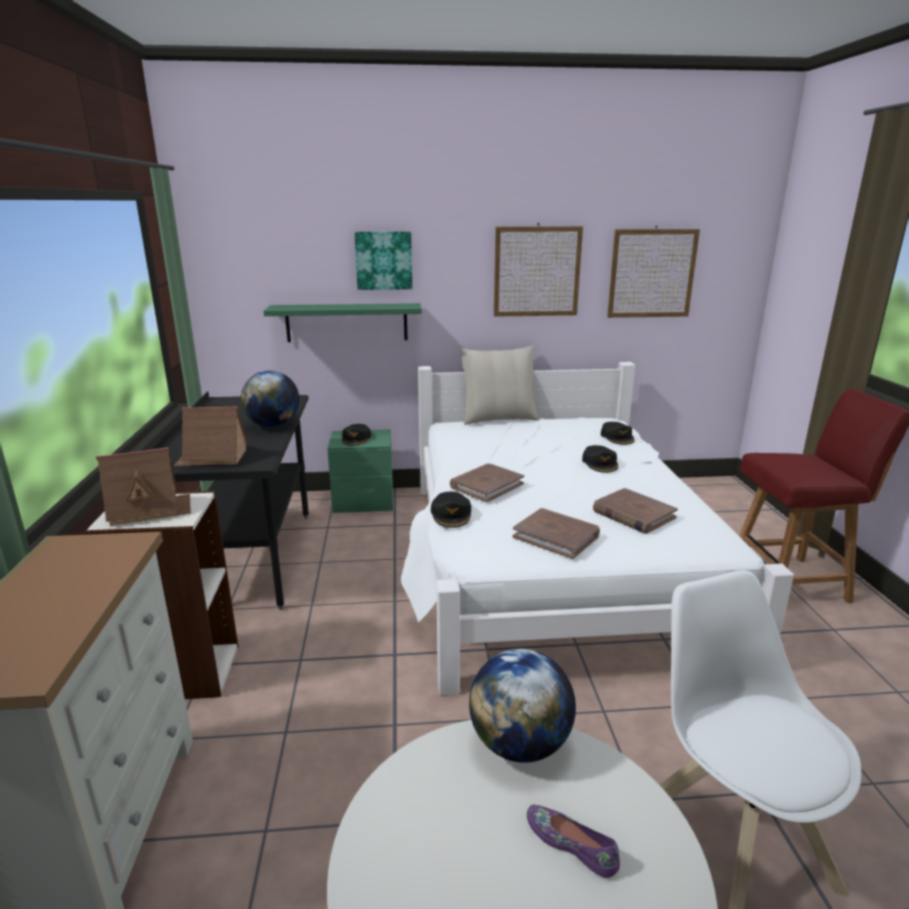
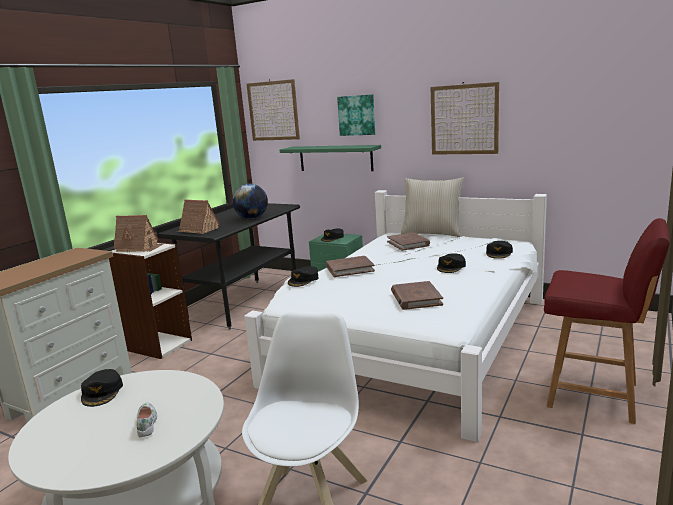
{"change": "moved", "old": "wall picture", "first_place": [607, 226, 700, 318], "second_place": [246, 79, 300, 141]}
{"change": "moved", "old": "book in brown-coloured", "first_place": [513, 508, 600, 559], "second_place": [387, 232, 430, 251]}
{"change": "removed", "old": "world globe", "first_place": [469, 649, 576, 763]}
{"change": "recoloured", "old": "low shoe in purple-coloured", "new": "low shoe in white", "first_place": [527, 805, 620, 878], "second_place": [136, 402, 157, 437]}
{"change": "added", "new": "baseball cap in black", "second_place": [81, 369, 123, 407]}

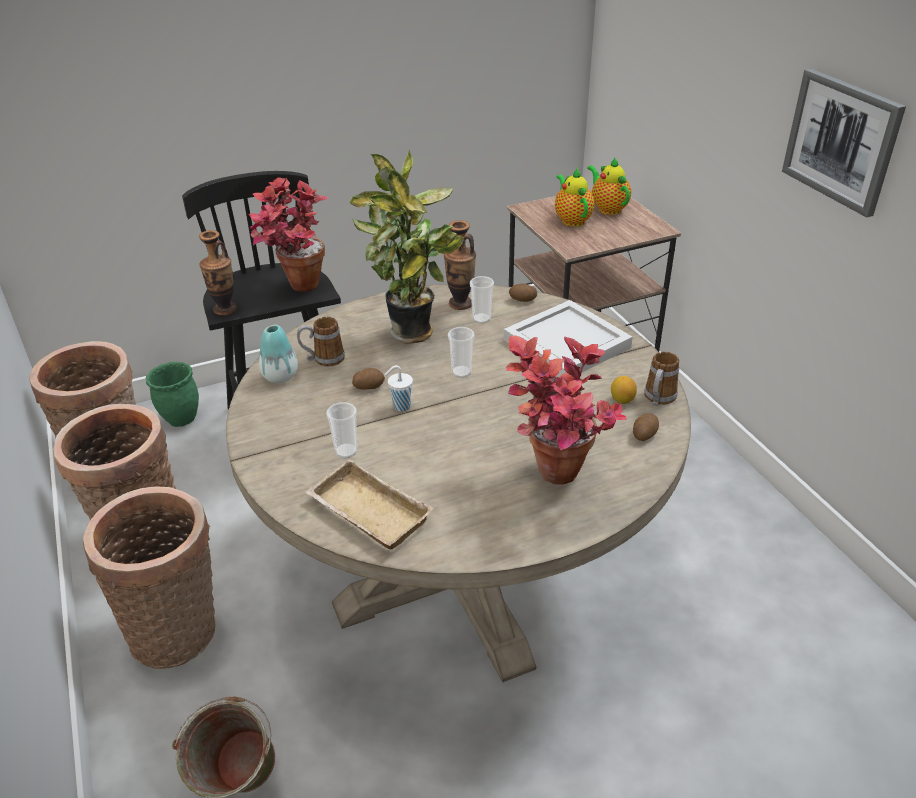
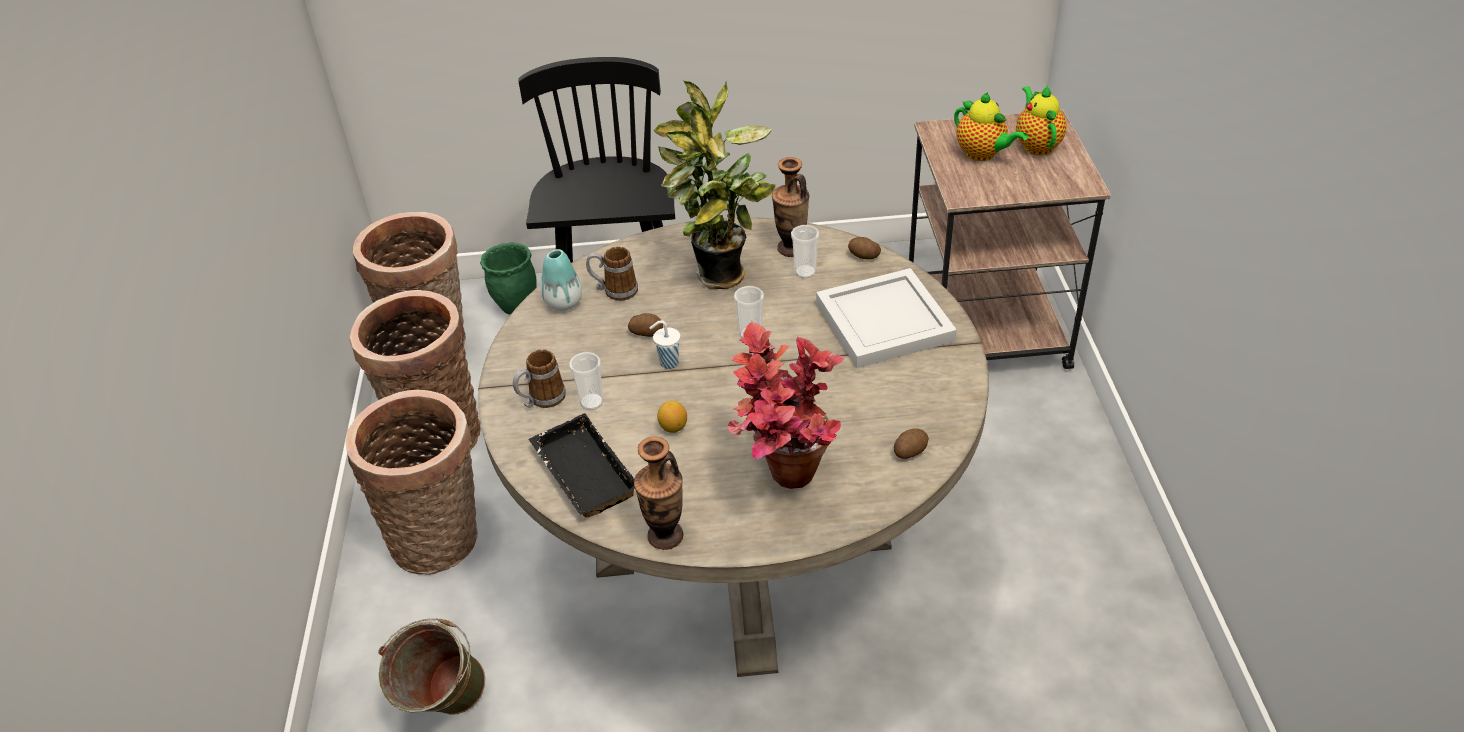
{"change": "removed", "old": "wall picture", "first_place": [782, 69, 906, 217]}
{"change": "turned", "old": "pot for tea", "first_place": [555, 168, 594, 227], "second_place": [954, 92, 1028, 161], "degrees": 135}
{"change": "removed", "old": "houseplant", "first_place": [249, 177, 328, 292]}
{"change": "moved", "old": "vase", "first_place": [199, 230, 237, 315], "second_place": [634, 436, 684, 550]}
{"change": "moved", "old": "mug", "first_place": [644, 351, 679, 406], "second_place": [513, 349, 566, 408]}
{"change": "moved", "old": "whole lemon", "first_place": [611, 376, 637, 404], "second_place": [657, 401, 687, 433]}
{"change": "recoloured", "old": "serving tray in beige-coloured", "new": "serving tray in black", "first_place": [305, 459, 434, 550], "second_place": [529, 413, 635, 518]}

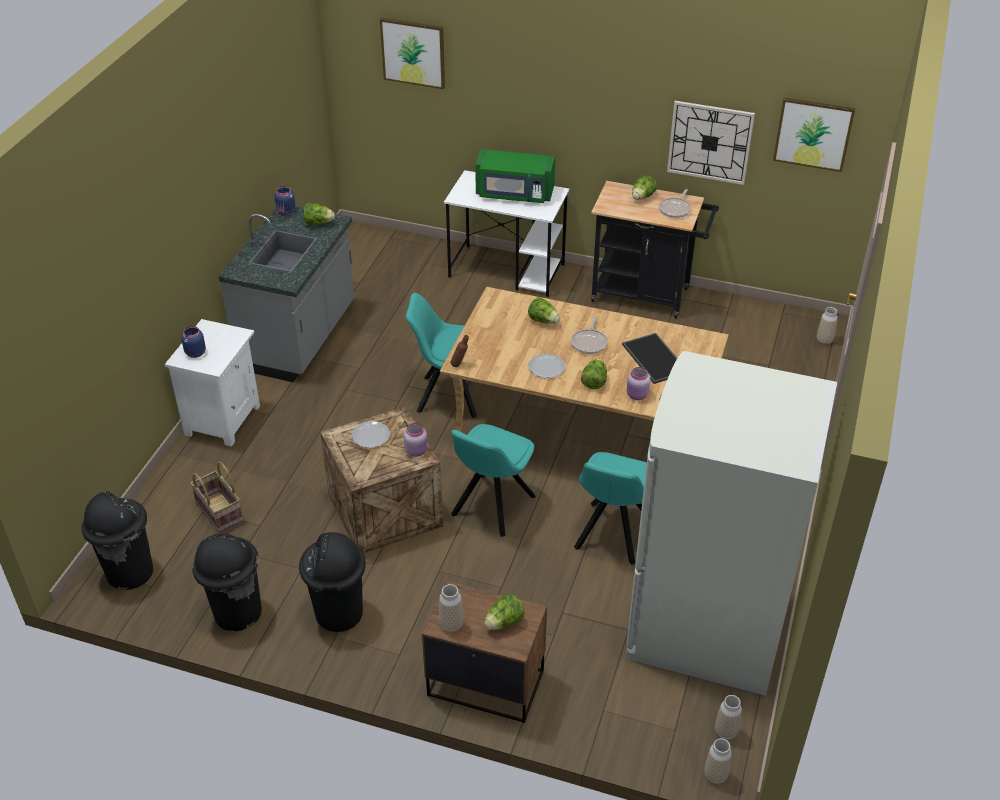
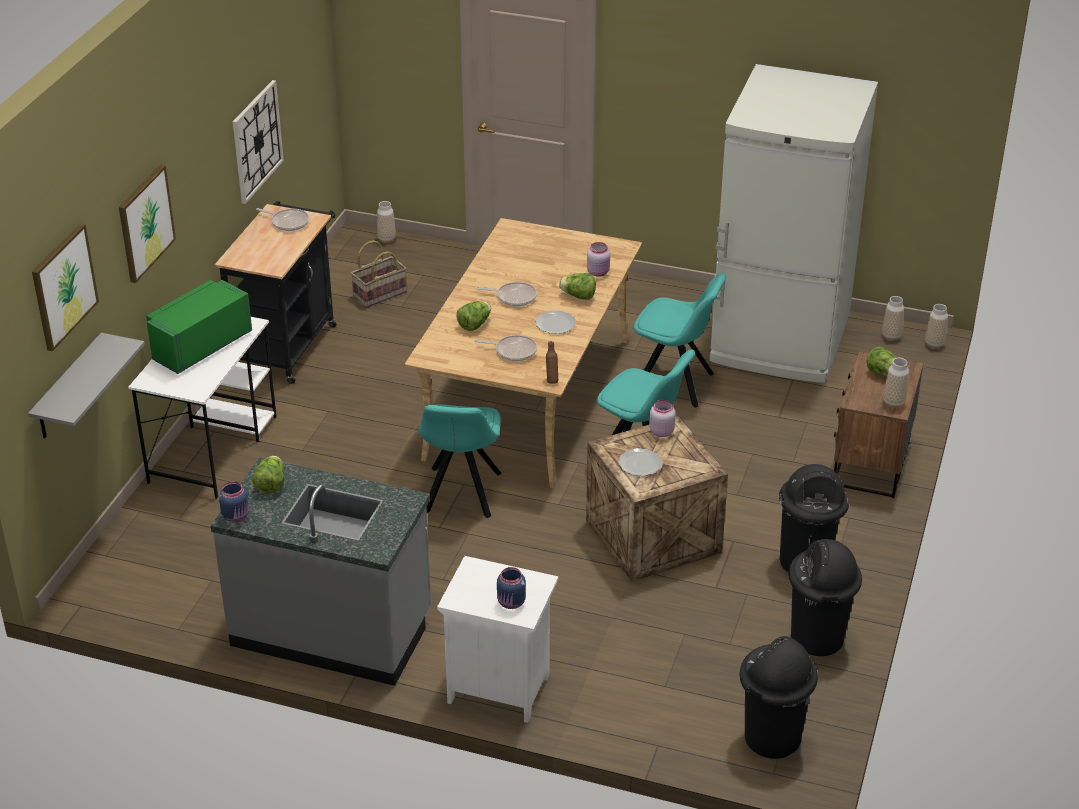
{"change": "moved", "old": "wall picture", "first_place": [773, 97, 856, 172], "second_place": [119, 165, 176, 283]}
{"change": "turned", "old": "kitchen microwave in green", "first_place": [475, 149, 555, 203], "second_place": [146, 280, 252, 374], "degrees": -150}
{"change": "removed", "old": "head of lettuce", "first_place": [632, 175, 657, 200]}
{"change": "removed", "old": "serving tray", "first_place": [622, 333, 677, 384]}
{"change": "moved", "old": "household basket", "first_place": [190, 462, 243, 532], "second_place": [351, 240, 407, 308]}
{"change": "added", "new": "wall shelf in grey", "second_place": [28, 333, 145, 438]}
{"change": "added", "new": "skillet", "second_place": [474, 335, 537, 361]}

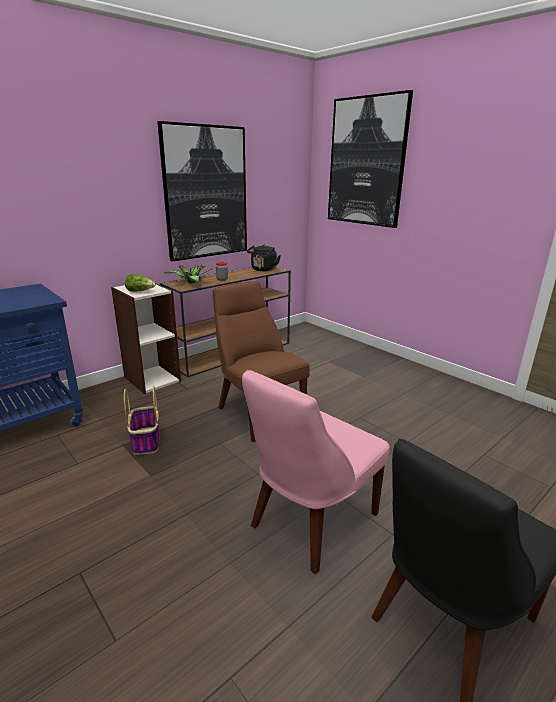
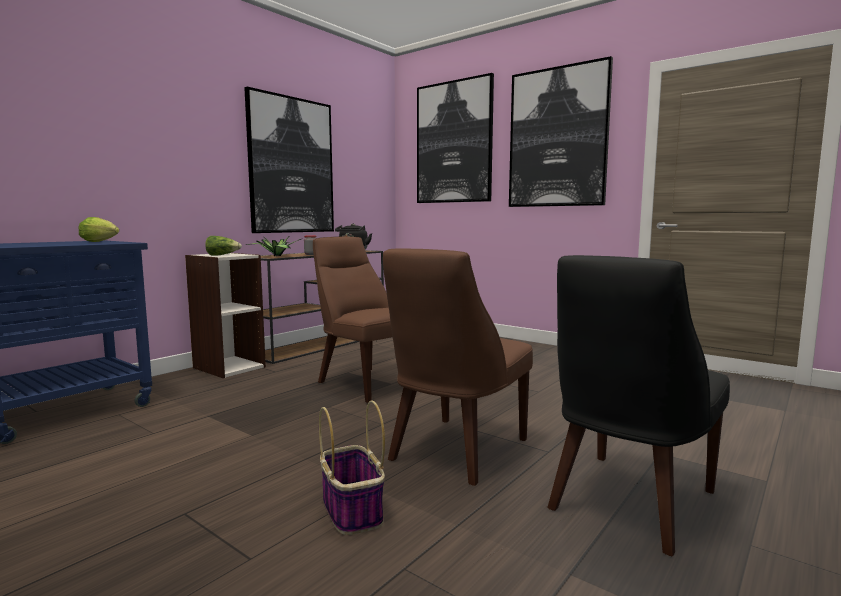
{"change": "recoloured", "old": "upright chair in pink-coloured", "new": "upright chair in brown-coloured", "first_place": [242, 370, 390, 574], "second_place": [383, 248, 533, 486]}
{"change": "moved", "old": "household basket", "first_place": [124, 386, 159, 455], "second_place": [319, 400, 385, 535]}
{"change": "added", "new": "wall picture", "second_place": [509, 56, 613, 207]}
{"change": "added", "new": "head of lettuce", "second_place": [79, 217, 119, 242]}

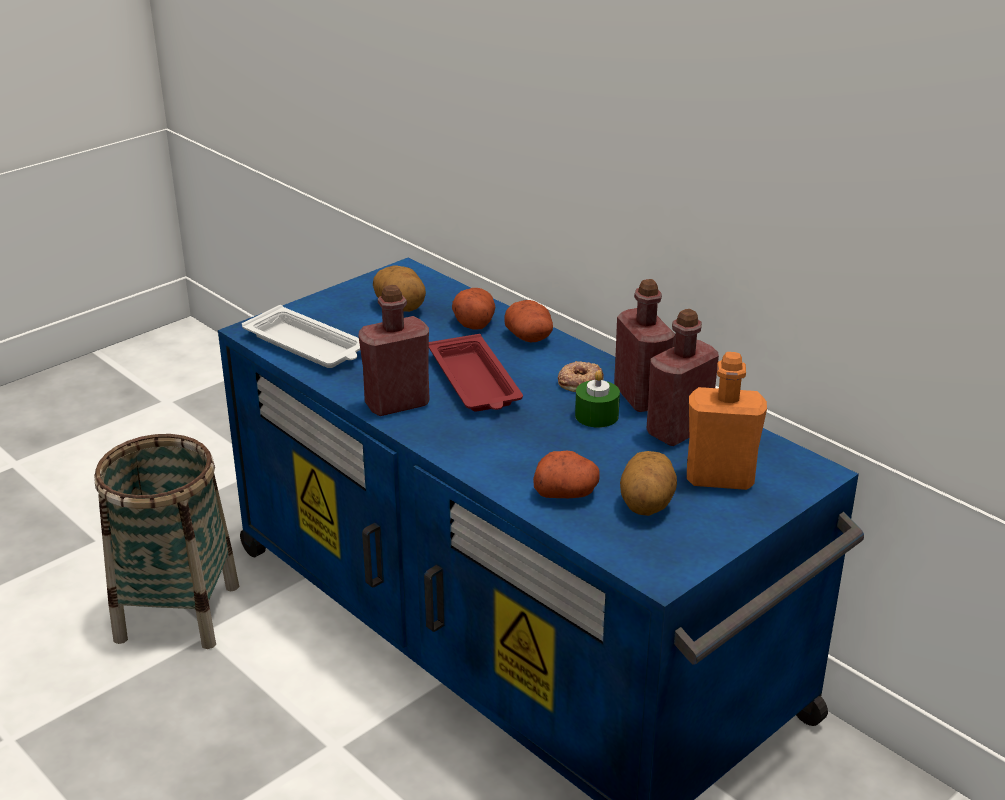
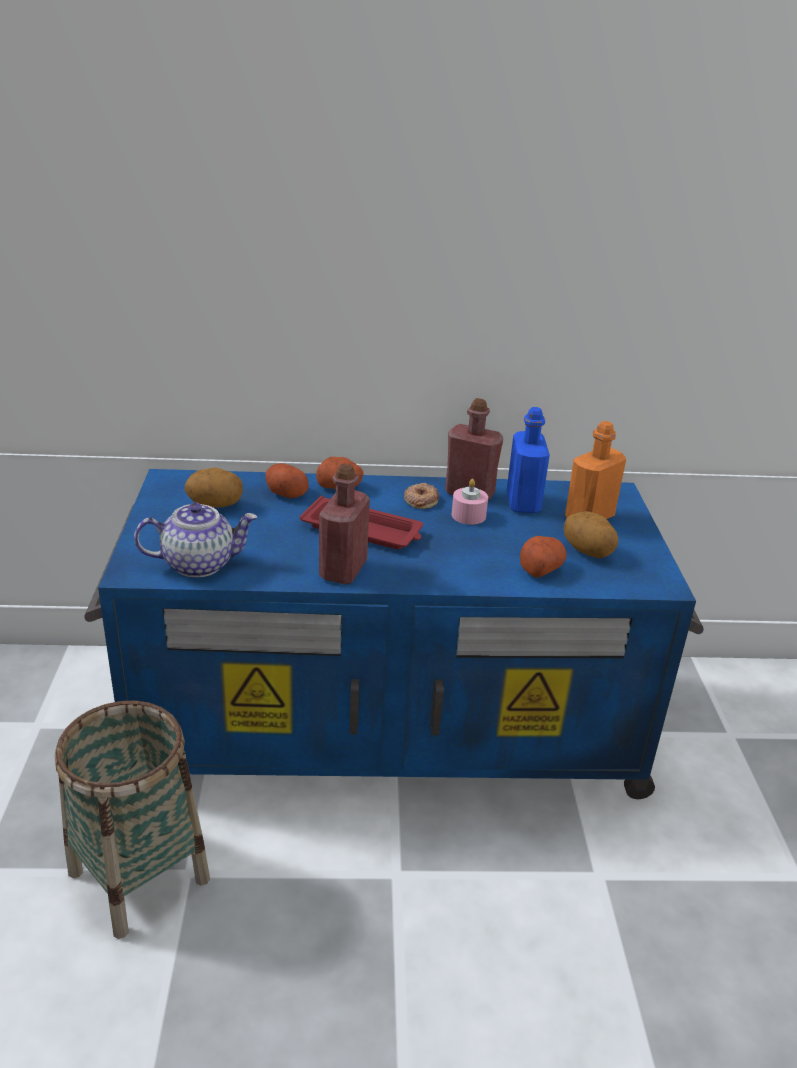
{"change": "replaced", "old": "serving tray in white", "new": "pot for tea", "first_place": [242, 305, 360, 368], "second_place": [134, 503, 257, 578]}
{"change": "recoloured", "old": "bottle in reddish", "new": "bottle in blue", "first_place": [646, 309, 719, 446], "second_place": [507, 407, 550, 513]}
{"change": "recoloured", "old": "wax candle in green", "new": "wax candle in pink-coloured", "first_place": [575, 370, 620, 428], "second_place": [452, 479, 488, 525]}

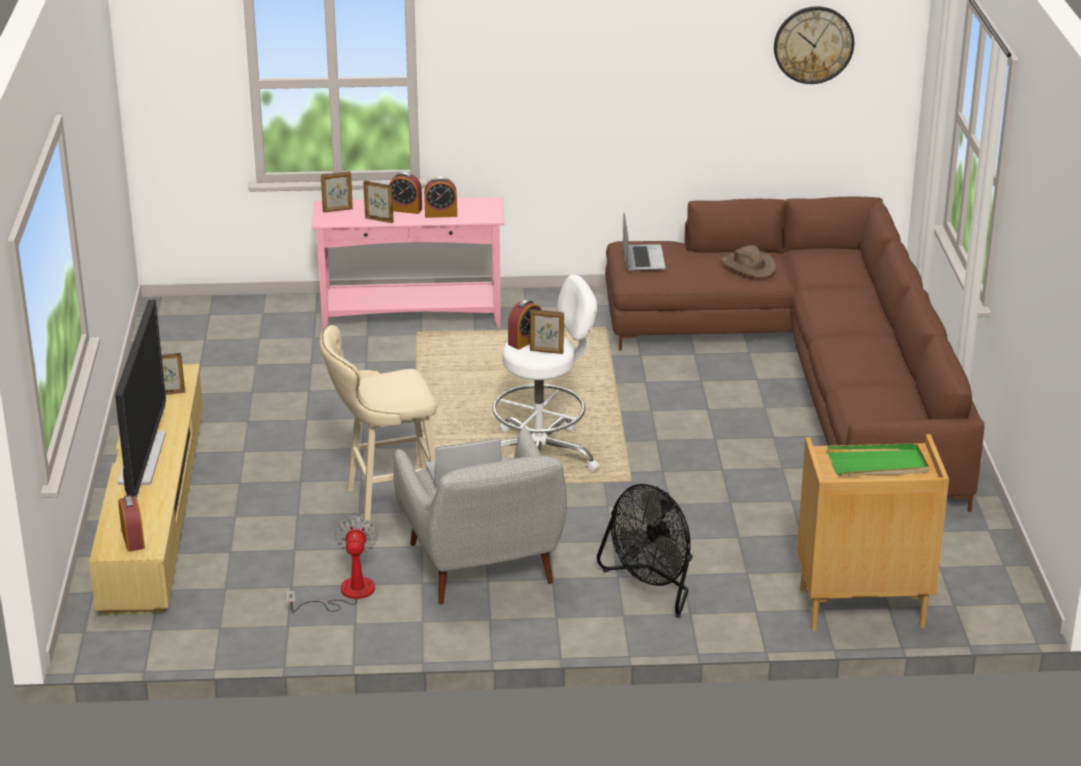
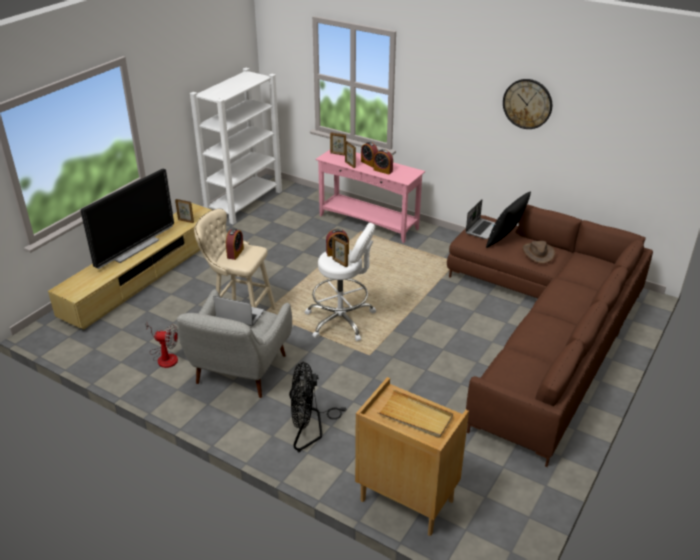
{"change": "moved", "old": "clock on the wall", "first_place": [774, 6, 854, 84], "second_place": [503, 79, 552, 129]}
{"change": "recoloured", "old": "serving tray in green", "new": "serving tray in beige-coloured", "first_place": [828, 444, 929, 476], "second_place": [377, 389, 453, 438]}
{"change": "moved", "old": "table clock", "first_place": [118, 495, 145, 552], "second_place": [226, 229, 244, 260]}
{"change": "turned", "old": "fan", "first_place": [285, 516, 378, 612], "second_place": [145, 321, 178, 368], "degrees": 60}
{"change": "added", "new": "bookshelf in white", "second_place": [190, 67, 282, 224]}
{"change": "added", "new": "cushion in black", "second_place": [486, 191, 531, 248]}

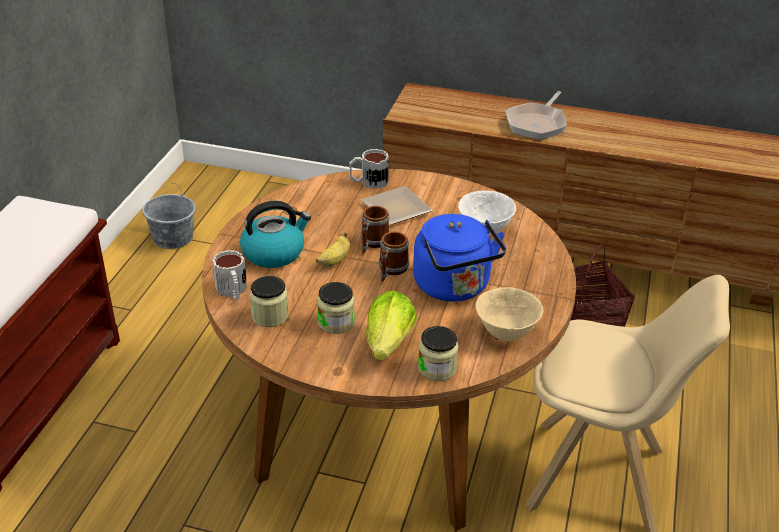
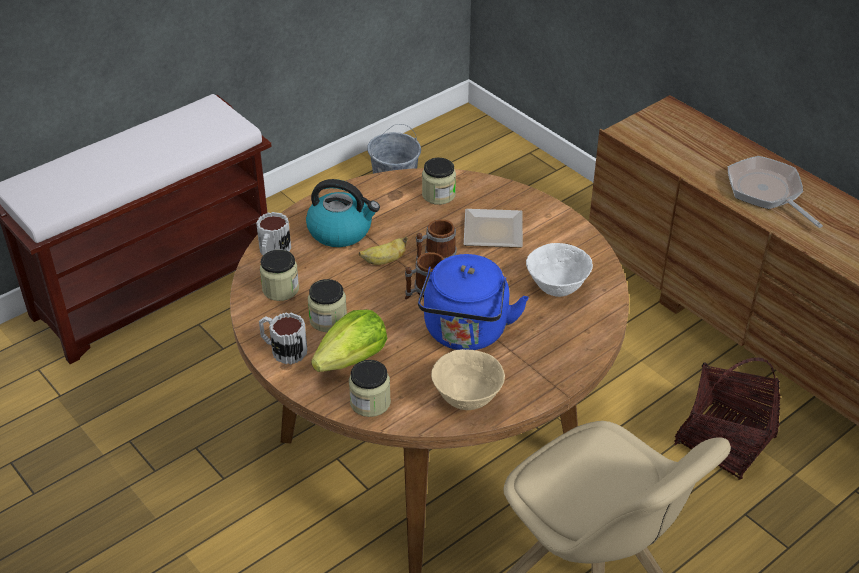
{"change": "turned", "old": "skillet", "first_place": [506, 91, 567, 140], "second_place": [728, 156, 823, 228], "degrees": 90}
{"change": "moved", "old": "mug", "first_place": [350, 149, 389, 189], "second_place": [259, 312, 307, 364]}
{"change": "added", "new": "preserve jar", "second_place": [422, 158, 456, 205]}

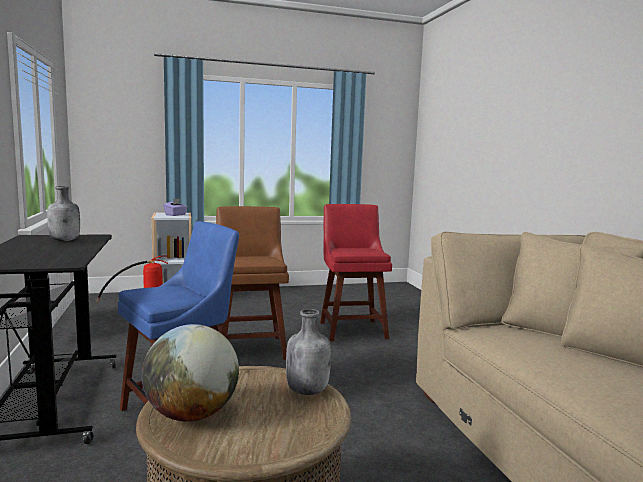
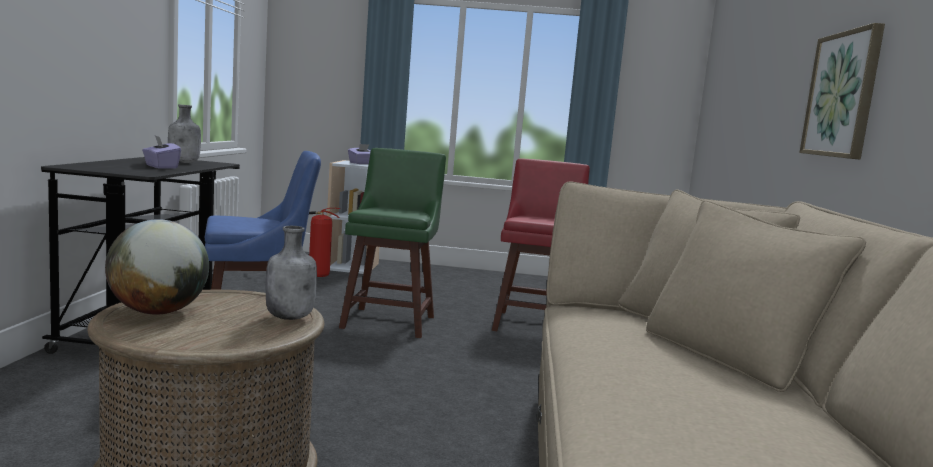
{"change": "recoloured", "old": "upright chair in brown-coloured", "new": "upright chair in green", "first_place": [216, 206, 289, 360], "second_place": [339, 148, 446, 338]}
{"change": "added", "new": "wall picture", "second_place": [799, 23, 885, 160]}
{"change": "added", "new": "tissue box in purple-coloured", "second_place": [142, 136, 181, 169]}

